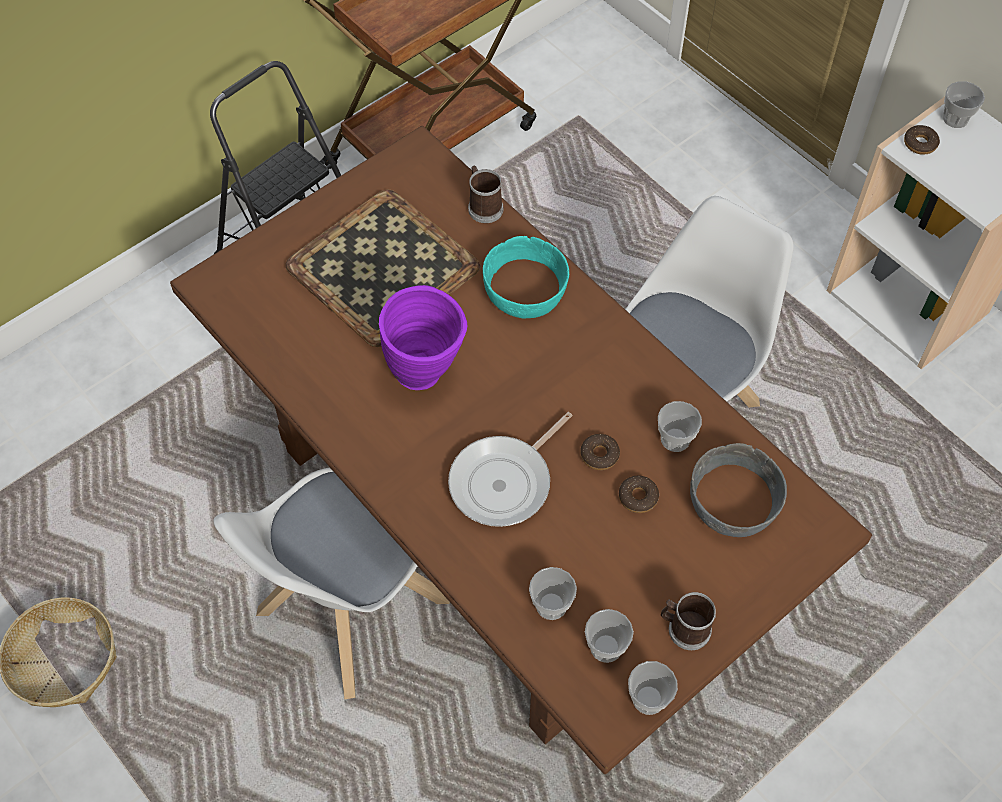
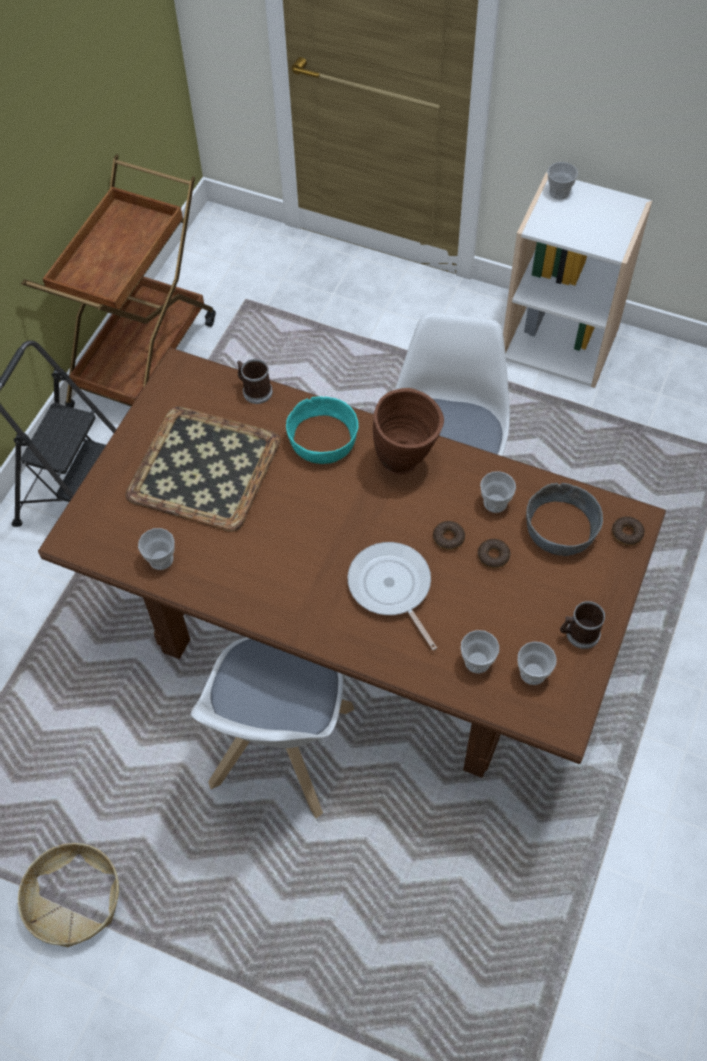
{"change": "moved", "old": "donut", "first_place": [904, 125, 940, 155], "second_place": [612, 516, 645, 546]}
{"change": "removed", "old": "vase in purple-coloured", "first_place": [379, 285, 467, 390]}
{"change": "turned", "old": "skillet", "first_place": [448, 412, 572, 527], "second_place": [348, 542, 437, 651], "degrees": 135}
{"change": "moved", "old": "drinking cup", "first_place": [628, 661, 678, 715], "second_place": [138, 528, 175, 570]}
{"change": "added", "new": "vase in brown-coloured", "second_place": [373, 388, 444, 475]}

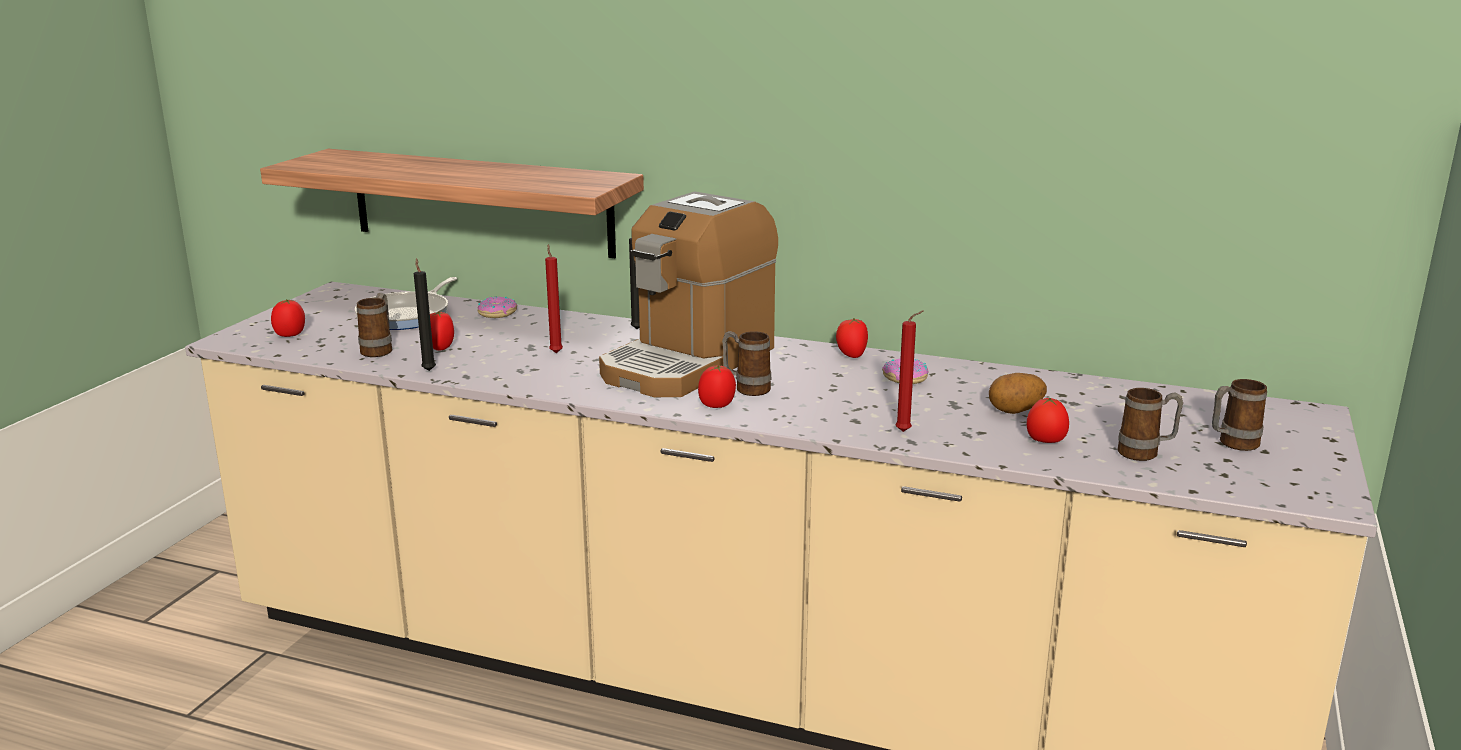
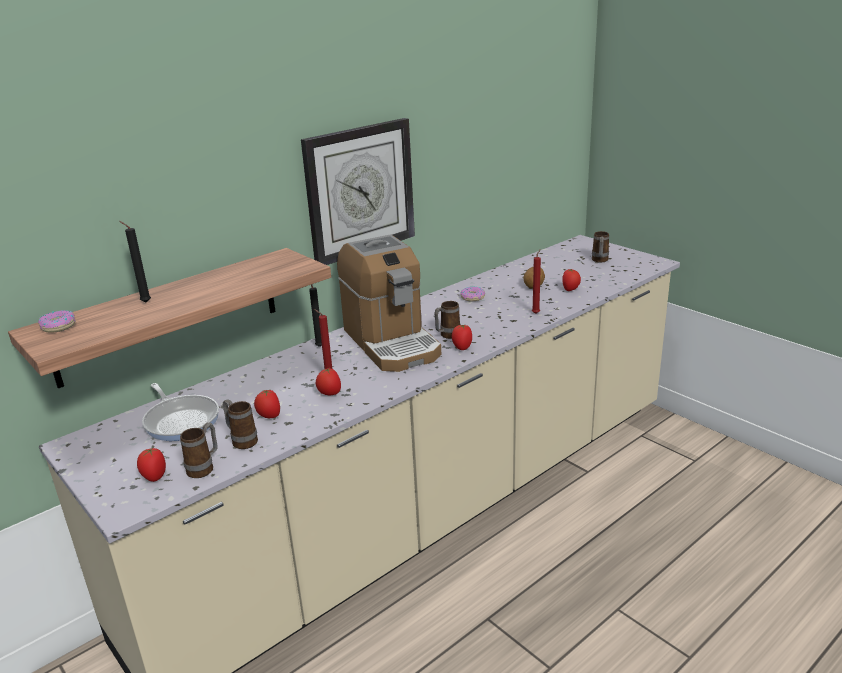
{"change": "moved", "old": "wax candle in black", "first_place": [414, 258, 436, 371], "second_place": [119, 221, 151, 302]}
{"change": "moved", "old": "donut", "first_place": [478, 296, 518, 318], "second_place": [38, 310, 76, 333]}
{"change": "moved", "old": "whole tomato", "first_place": [836, 318, 868, 358], "second_place": [316, 368, 341, 395]}
{"change": "moved", "old": "mug", "first_place": [1118, 388, 1183, 461], "second_place": [180, 423, 218, 478]}
{"change": "added", "new": "clock on the wall", "second_place": [301, 118, 415, 265]}

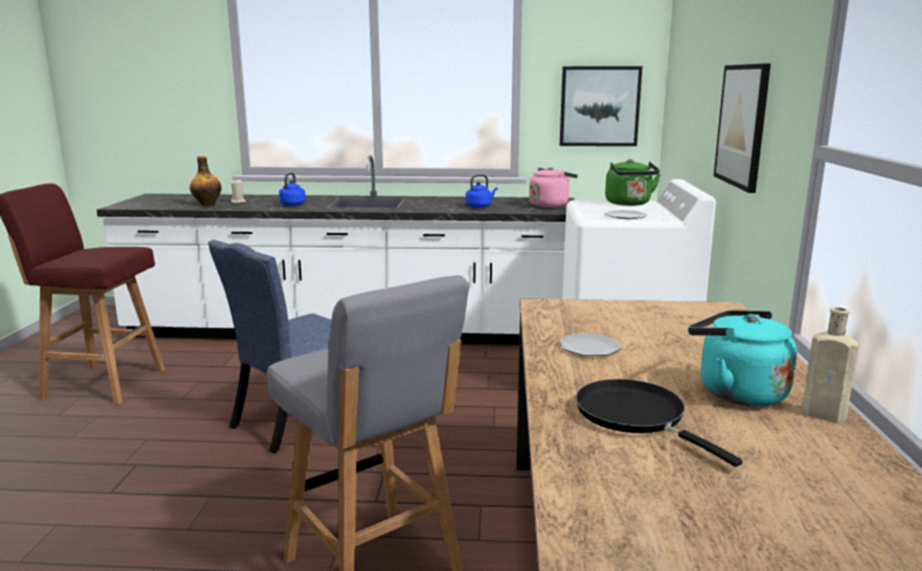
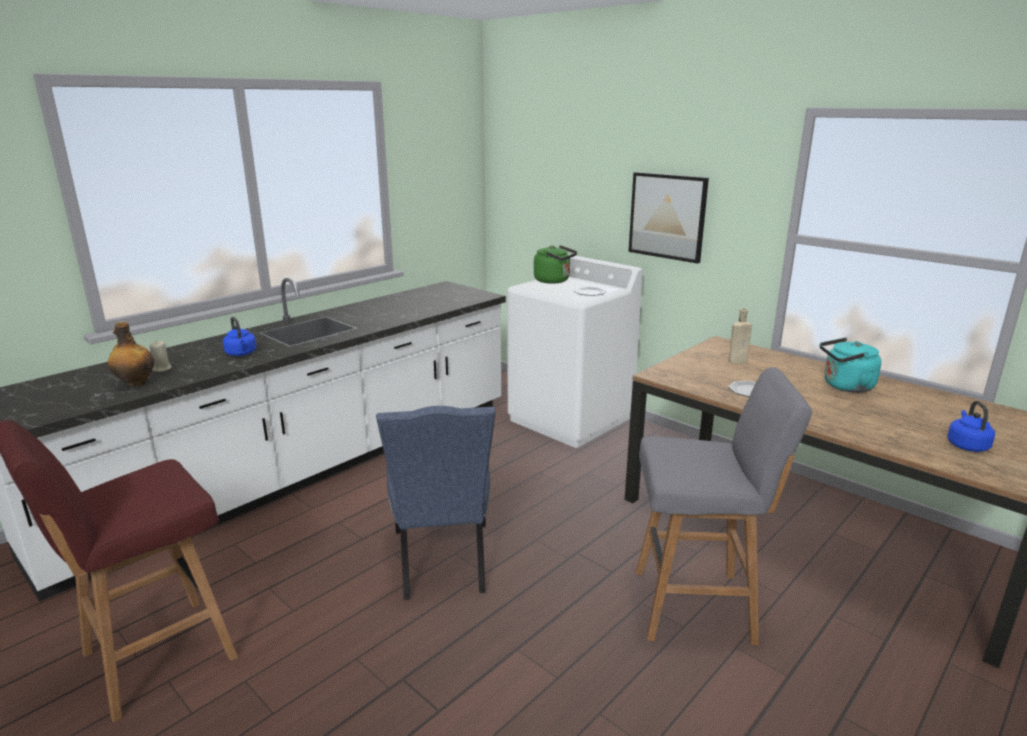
{"change": "removed", "old": "wall picture", "first_place": [560, 66, 642, 146]}
{"change": "removed", "old": "water kettle in pink-coloured", "first_place": [529, 167, 578, 208]}
{"change": "moved", "old": "water kettle in blue", "first_place": [466, 174, 498, 208], "second_place": [947, 401, 995, 452]}
{"change": "moved", "old": "bottle in beige-coloured", "first_place": [802, 307, 859, 423], "second_place": [728, 309, 752, 364]}
{"change": "removed", "old": "skillet in black", "first_place": [575, 379, 742, 467]}

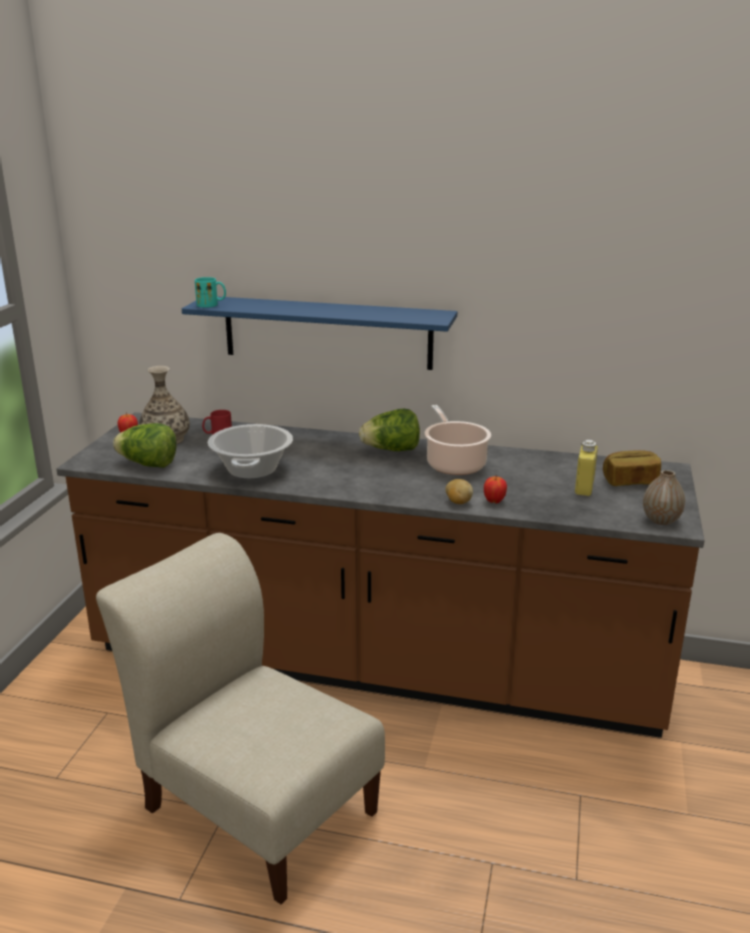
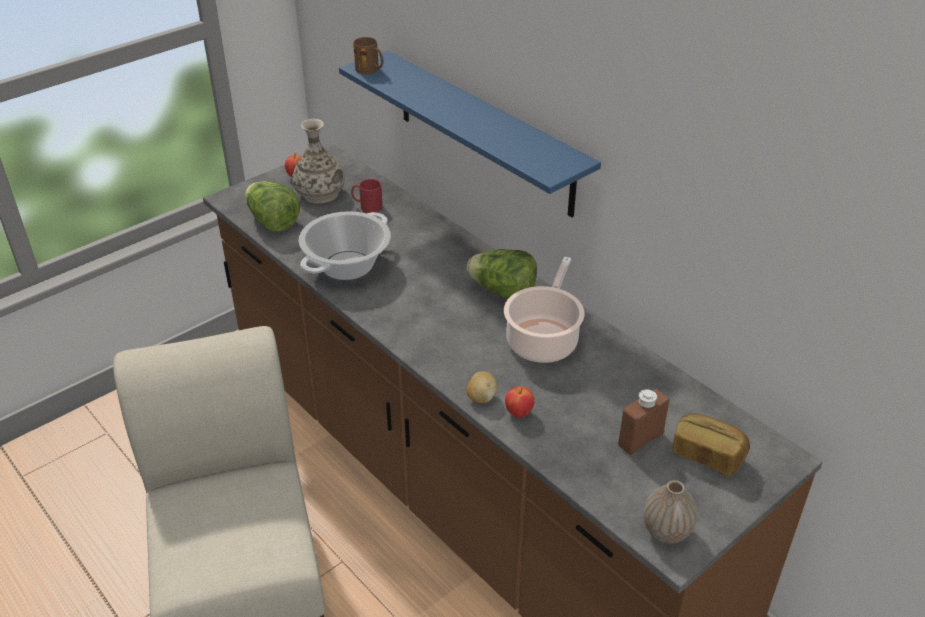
{"change": "recoloured", "old": "mug in turquoise", "new": "mug in brown-coloured", "first_place": [195, 277, 226, 308], "second_place": [353, 37, 383, 74]}
{"change": "recoloured", "old": "bottle in yellowish", "new": "bottle in brown-coloured", "first_place": [575, 440, 598, 496], "second_place": [618, 389, 670, 455]}

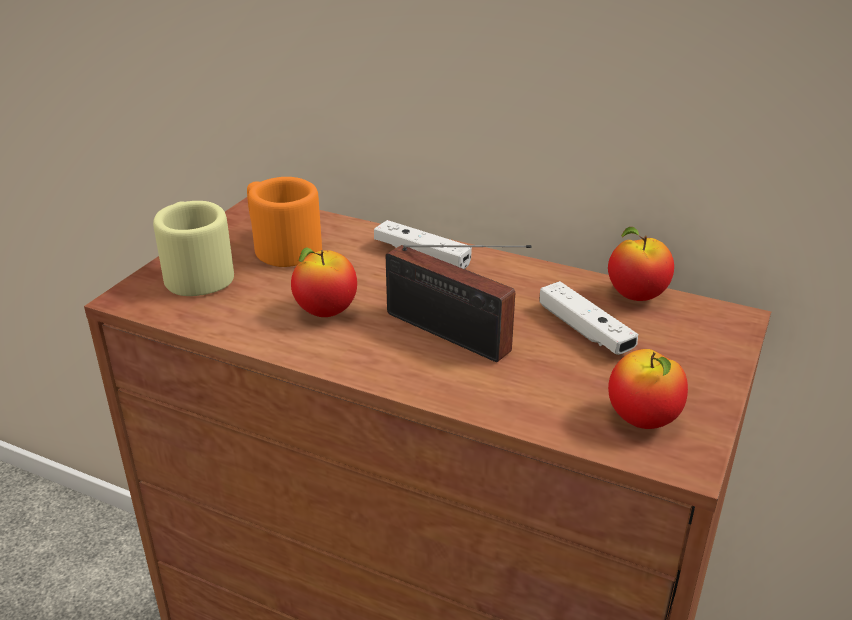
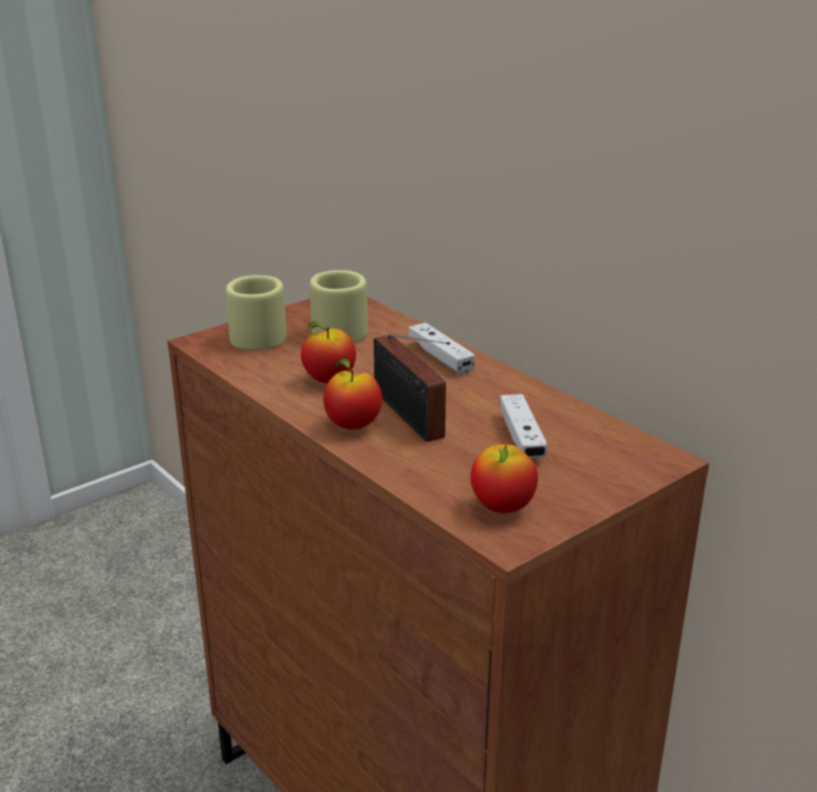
{"change": "recoloured", "old": "mug in orangey", "new": "mug in beige-coloured", "first_place": [247, 177, 322, 267], "second_place": [310, 270, 368, 342]}
{"change": "moved", "old": "whole apple", "first_place": [608, 227, 674, 301], "second_place": [323, 358, 382, 430]}

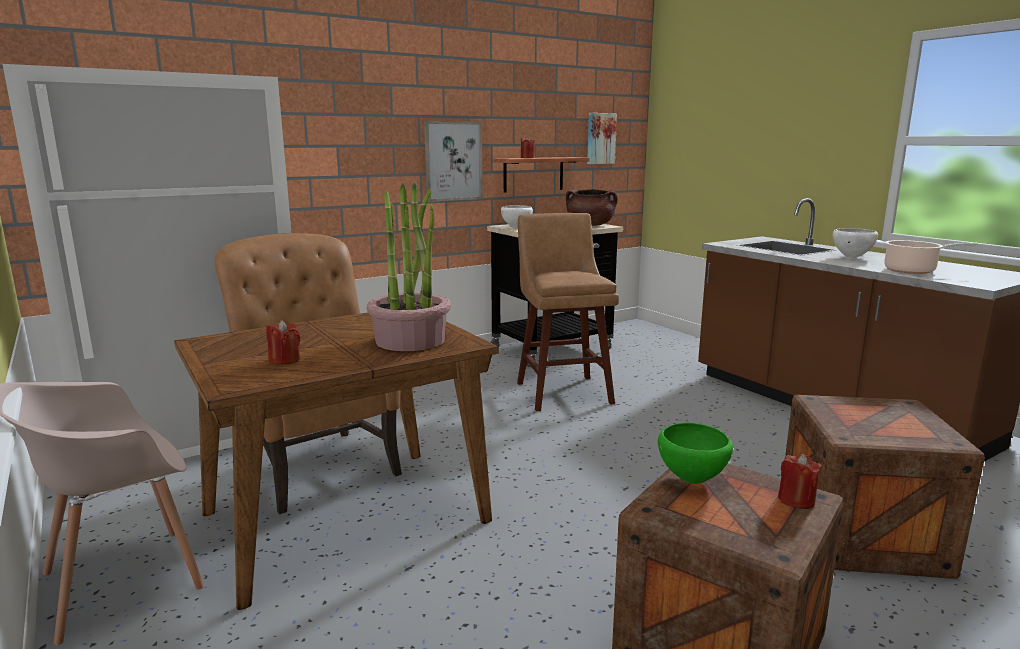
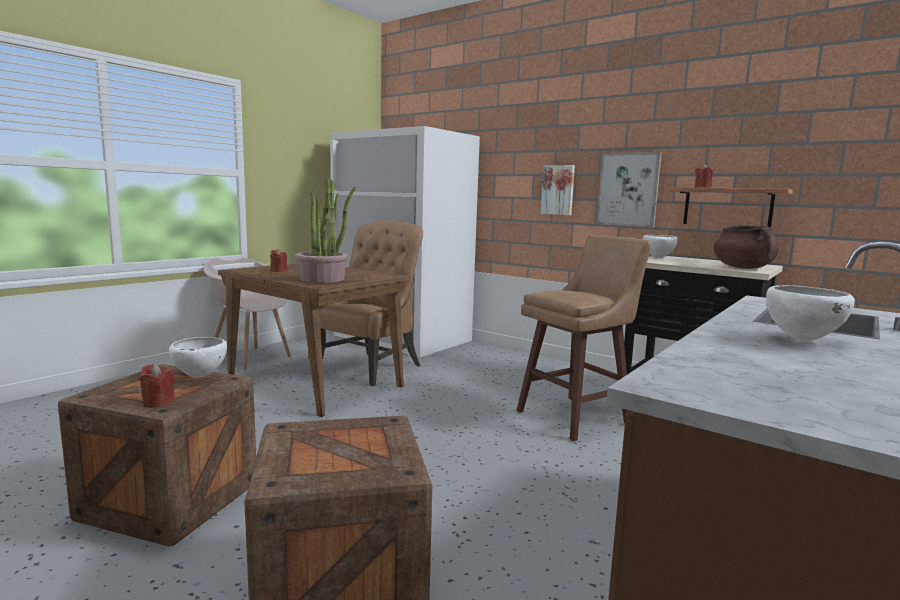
{"change": "moved", "old": "wall picture", "first_place": [587, 113, 617, 164], "second_place": [541, 165, 575, 215]}
{"change": "removed", "old": "cooking pot", "first_place": [884, 240, 978, 274]}
{"change": "recoloured", "old": "serving bowl in green", "new": "serving bowl in white", "first_place": [658, 422, 733, 484], "second_place": [169, 337, 227, 378]}

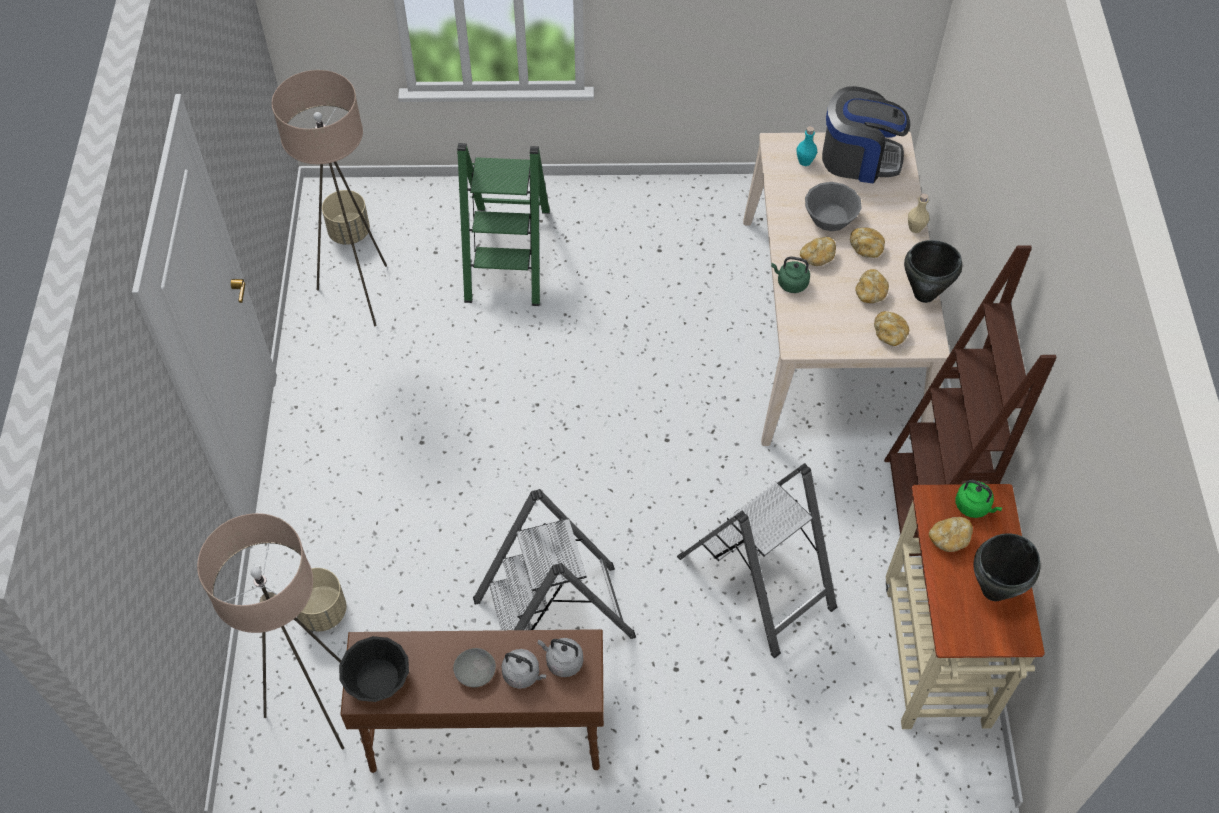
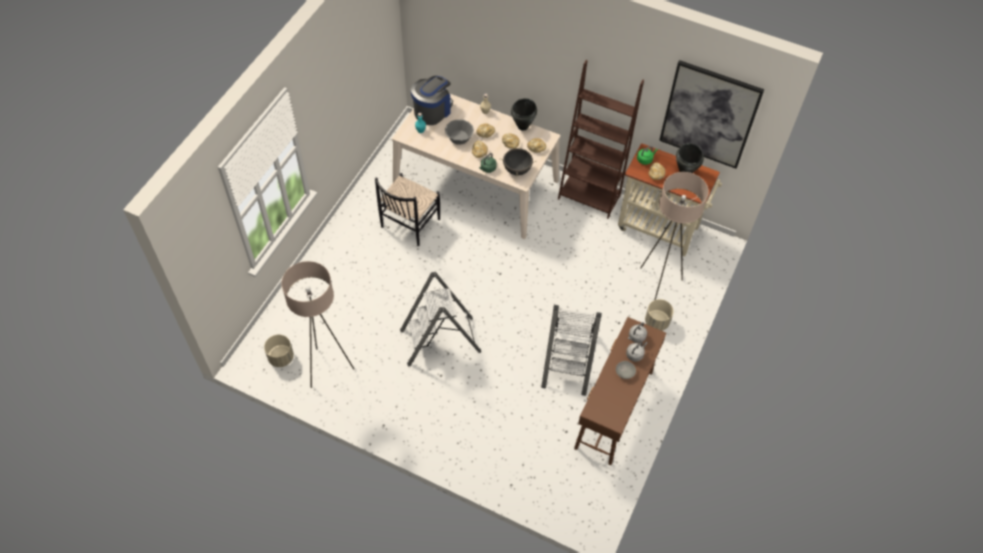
{"change": "removed", "old": "stepladder in green", "first_place": [457, 143, 550, 306]}
{"change": "moved", "old": "stepladder in grey", "first_place": [677, 463, 837, 658], "second_place": [400, 272, 481, 367]}
{"change": "moved", "old": "standard lamp in beige-coloured", "first_place": [197, 513, 344, 750], "second_place": [640, 172, 709, 300]}
{"change": "moved", "old": "flower pot in beige-coloured", "first_place": [297, 568, 346, 631], "second_place": [645, 299, 673, 331]}
{"change": "removed", "old": "serving bowl in black", "first_place": [339, 636, 409, 702]}
{"change": "added", "new": "wall picture", "second_place": [659, 60, 765, 169]}
{"change": "added", "new": "cooking pot in black", "second_place": [499, 147, 537, 176]}
{"change": "added", "new": "upright chair in black", "second_place": [375, 173, 440, 246]}

